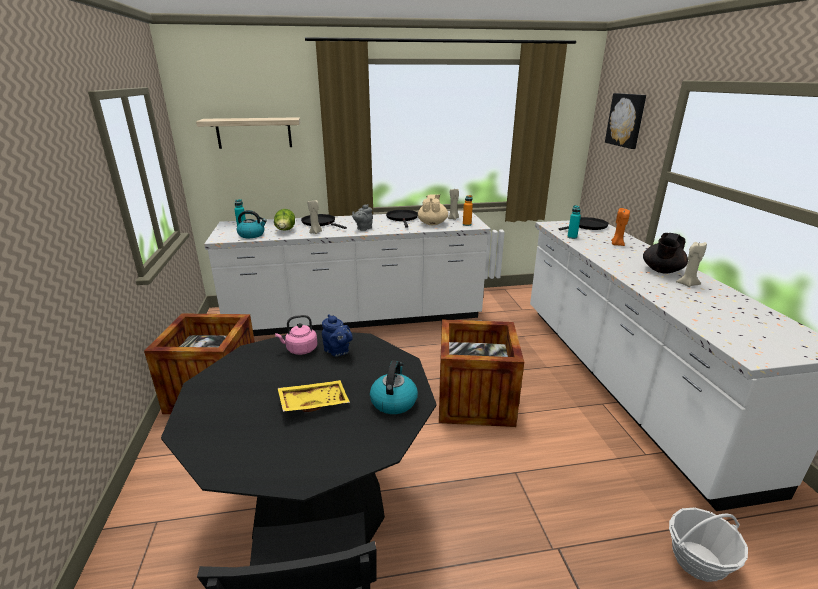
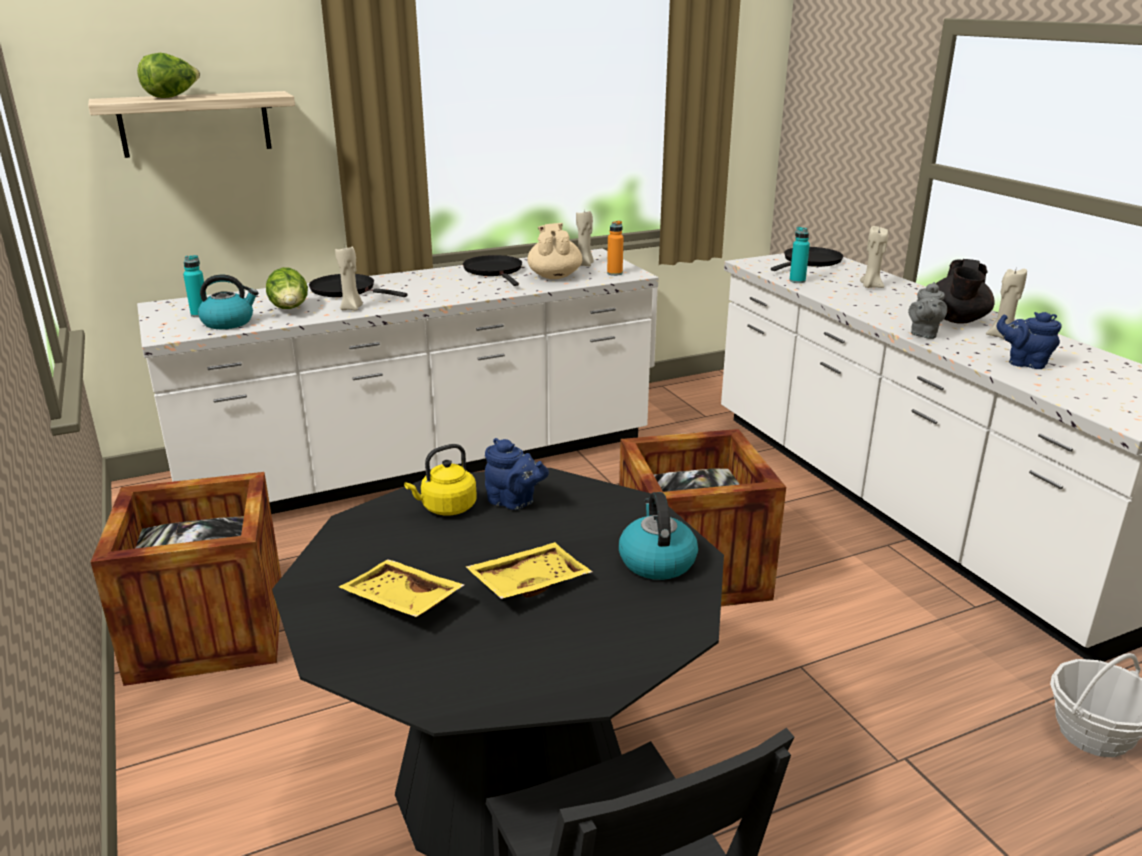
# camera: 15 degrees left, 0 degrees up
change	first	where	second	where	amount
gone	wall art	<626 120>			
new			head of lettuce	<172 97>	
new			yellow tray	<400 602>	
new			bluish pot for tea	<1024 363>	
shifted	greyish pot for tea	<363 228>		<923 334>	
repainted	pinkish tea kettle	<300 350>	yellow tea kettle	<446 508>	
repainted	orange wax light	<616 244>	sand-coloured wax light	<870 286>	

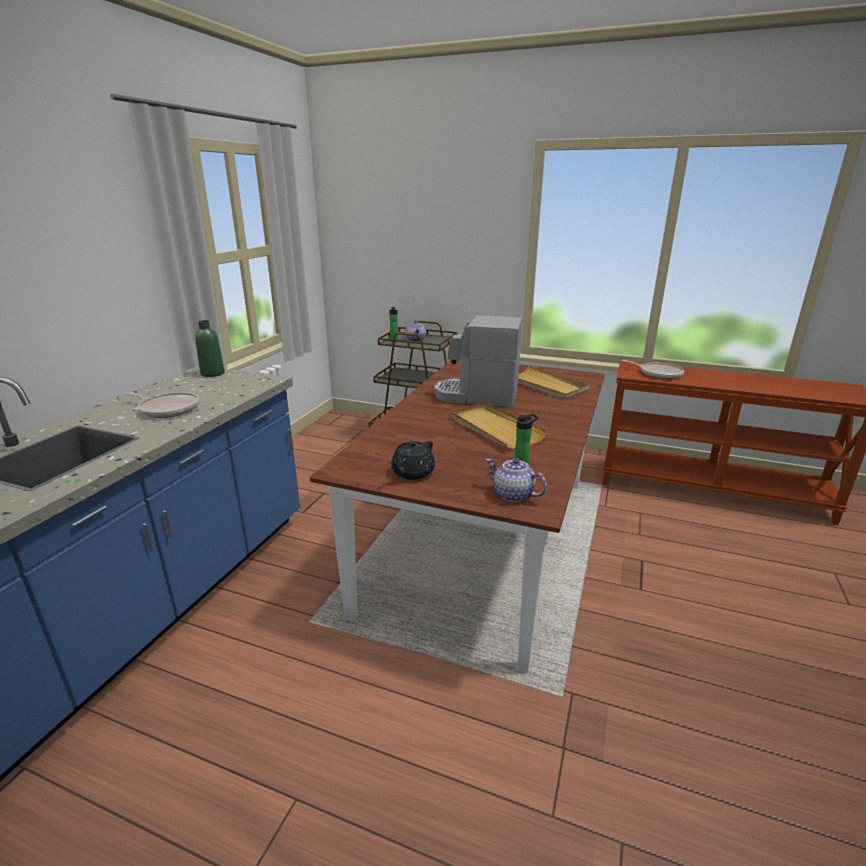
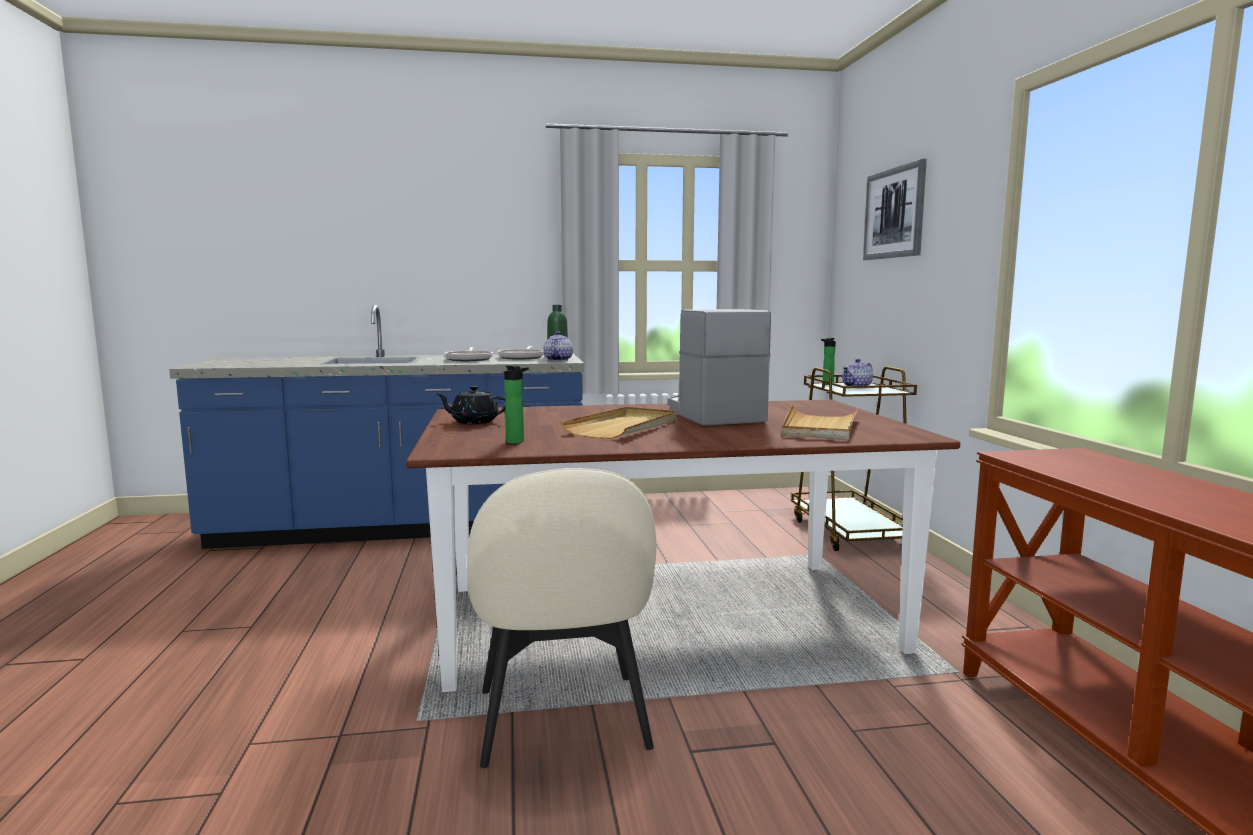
# camera: 60 degrees right, 15 degrees down
change	first	where	second	where	amount
new			sand-coloured chair	<562 722>	
new			wall art	<894 213>	
shifted	pot for tea	<512 495>		<557 360>	
shifted	frying pan	<658 373>		<522 357>	

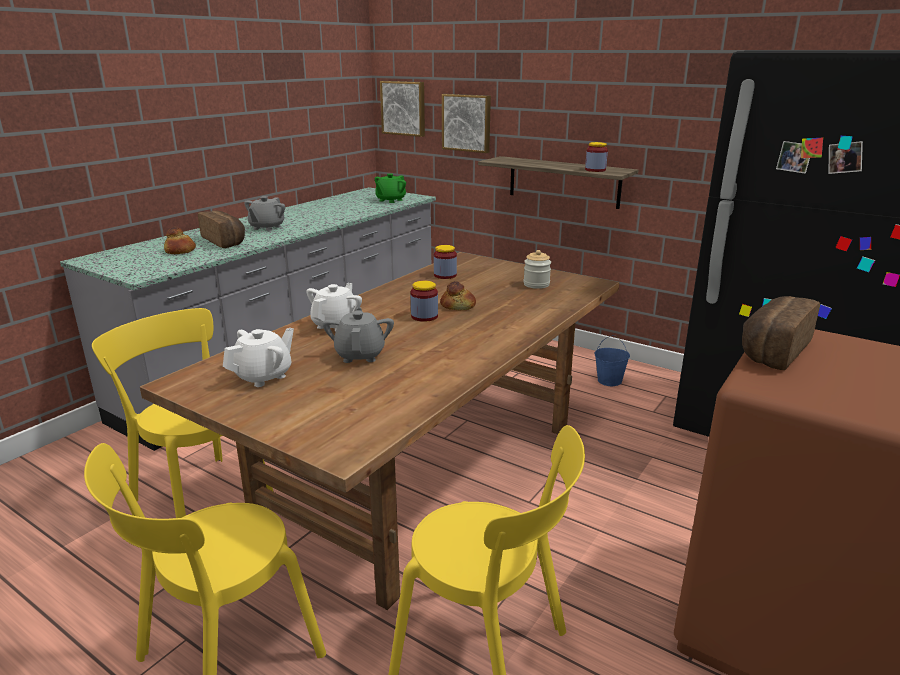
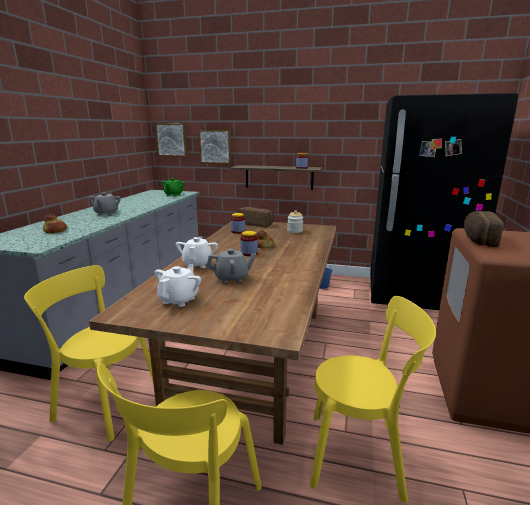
# camera: 20 degrees left, 5 degrees down
change	first	where	second	where	amount
shifted	bread	<225 241>		<256 224>	
rotated	greyish pot for tea	<360 355>		<232 278>	105 degrees clockwise

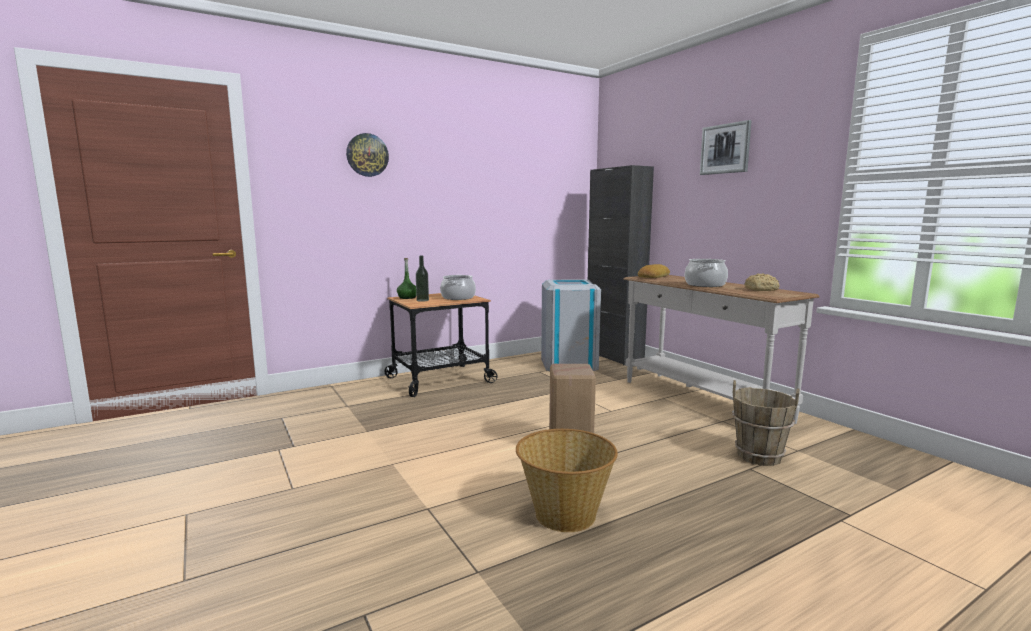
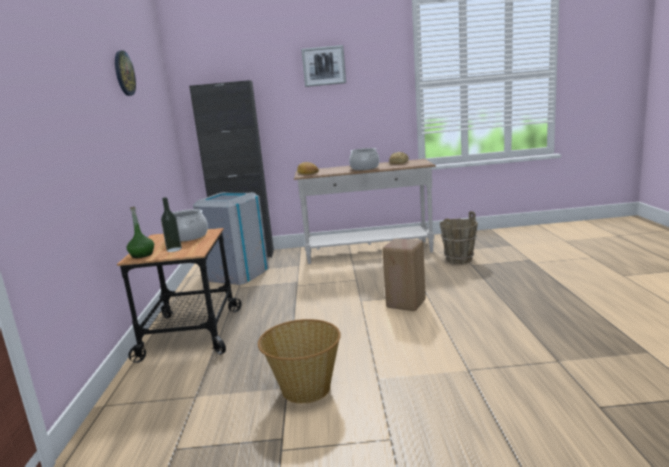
# camera: 60 degrees left, 5 degrees up
change	first	where	second	where	amount
shifted	hanging clock	<367 155>		<124 73>	
shifted	household basket	<564 514>		<305 388>	

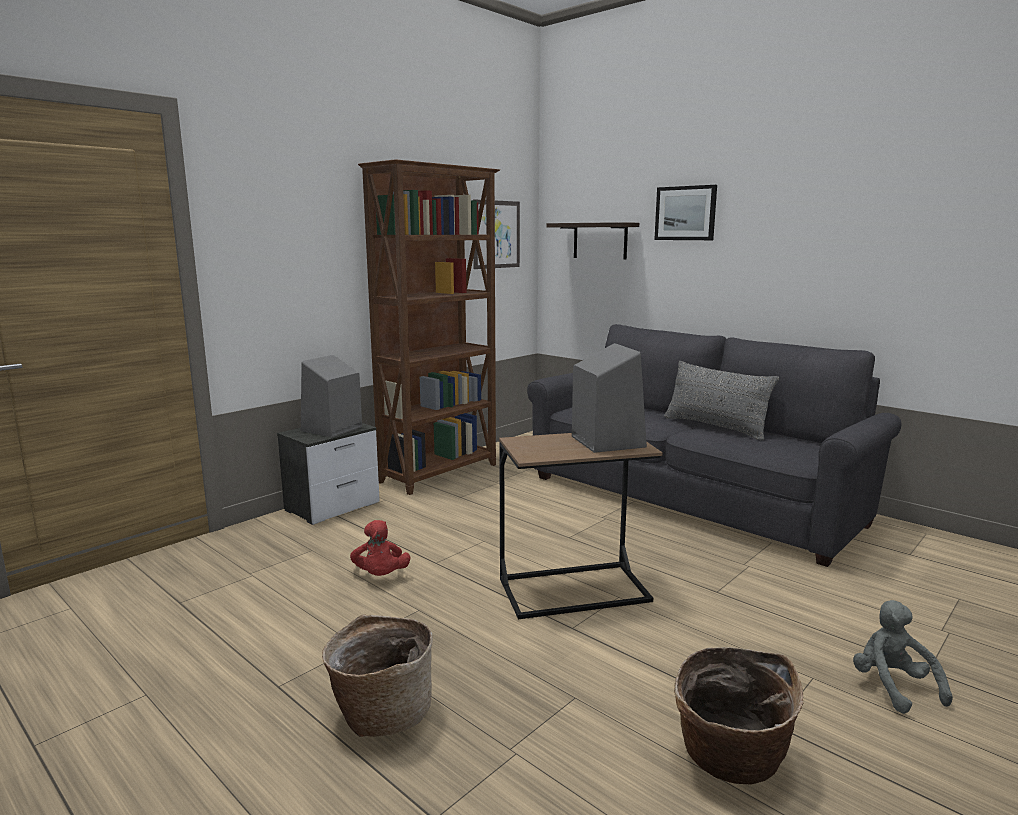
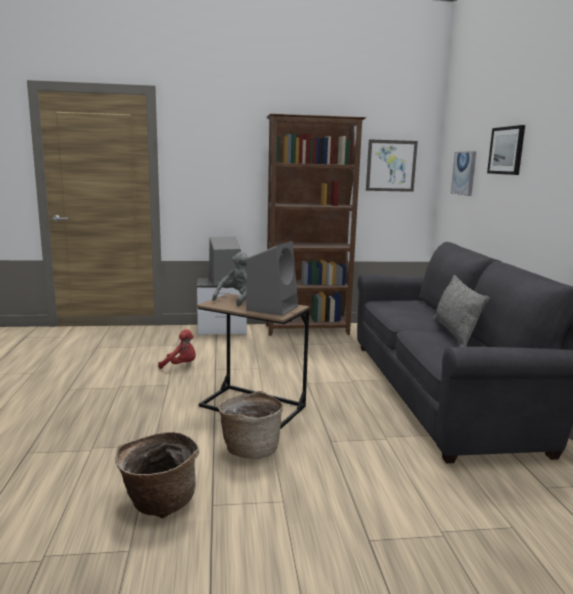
# camera: 40 degrees right, 0 degrees up
change	first	where	second	where	amount
shifted	household basket	<381 713>		<250 448>	
shifted	greyish soft toy	<892 686>		<236 299>	
swapped	bracket shelf	<600 241>	wall art	<464 173>	
rotated	red soft toy	<380 576>		<181 365>	105 degrees counterclockwise

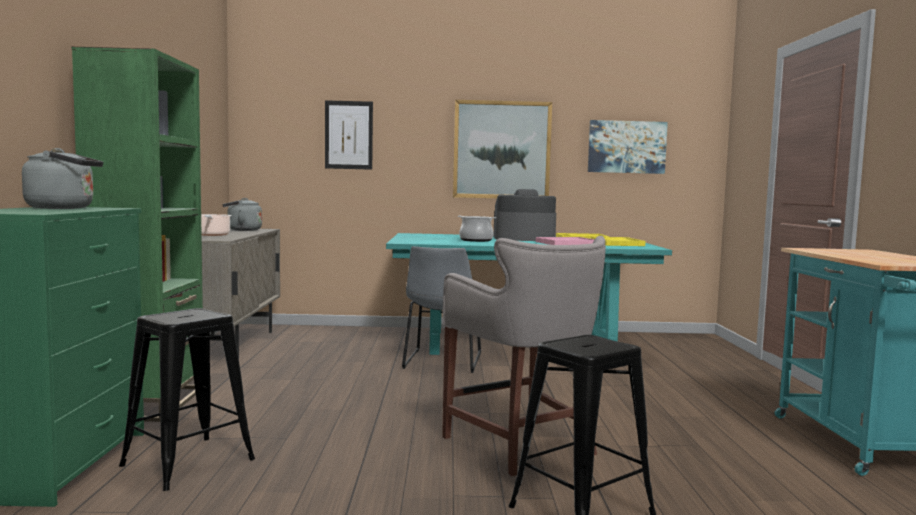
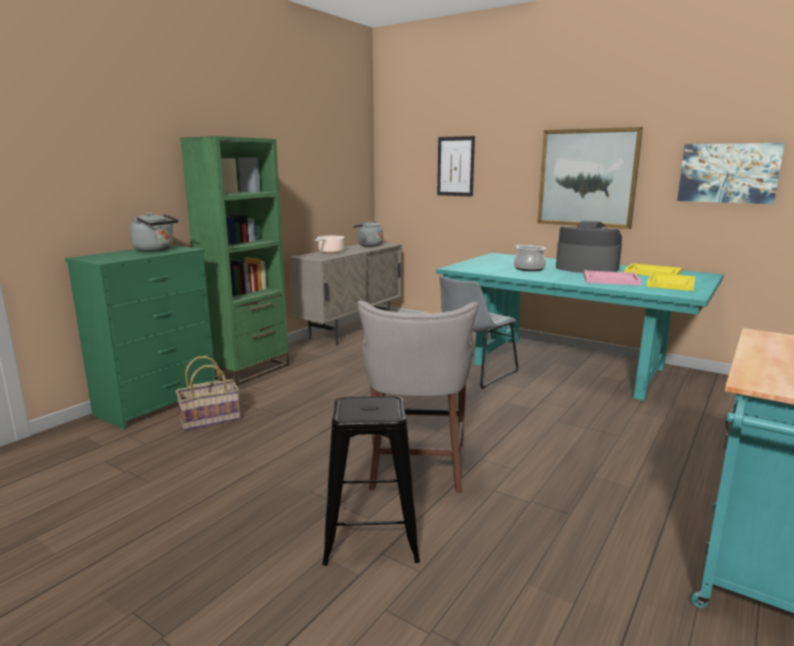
# camera: 35 degrees right, 10 degrees up
change	first	where	second	where	amount
swapped	black-coloured stool	<188 462>	household basket	<210 419>	

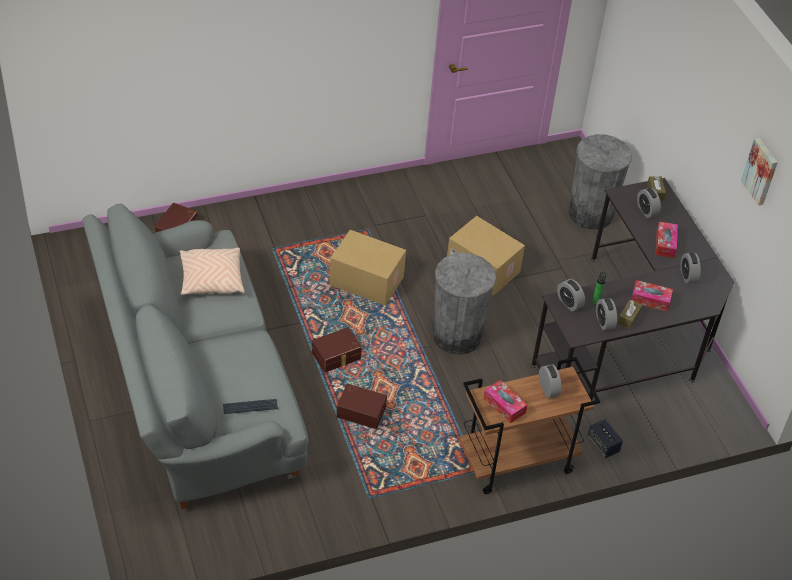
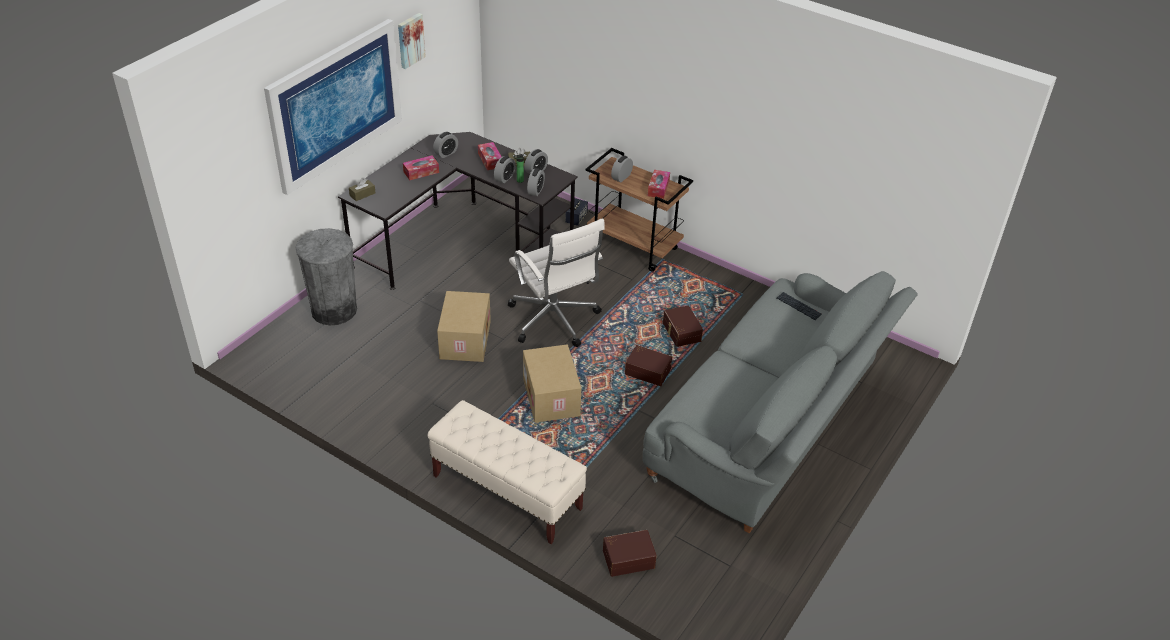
# camera: 125 degrees left, 5 degrees down
change	first	where	second	where	amount
gone	sand-coloured throw pillow	<211 279>			
new			wall art	<336 104>	
new			sand-coloured bench	<506 492>	
shifted	alarm clock	<646 211>		<504 178>	
swapped	greyish rubbish bin	<457 336>	whitish office chair	<554 321>	

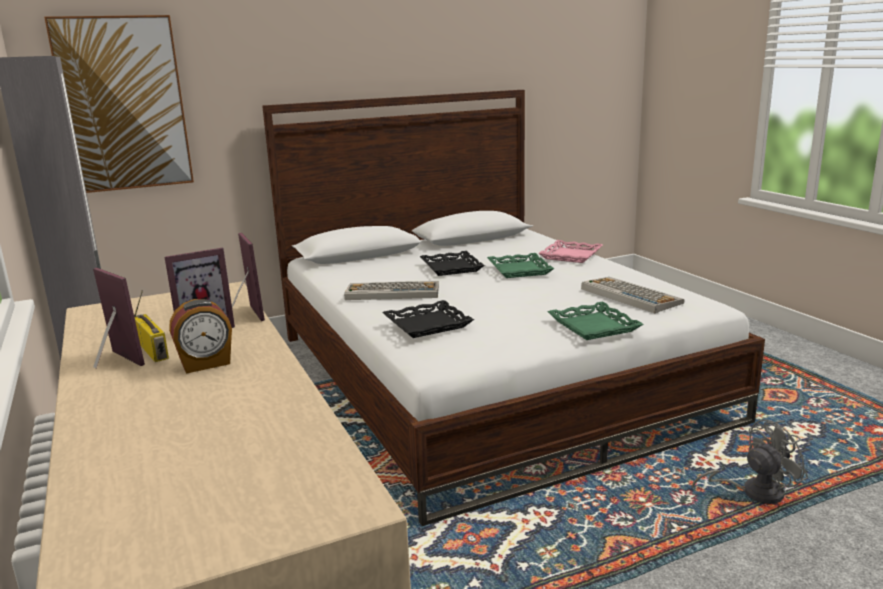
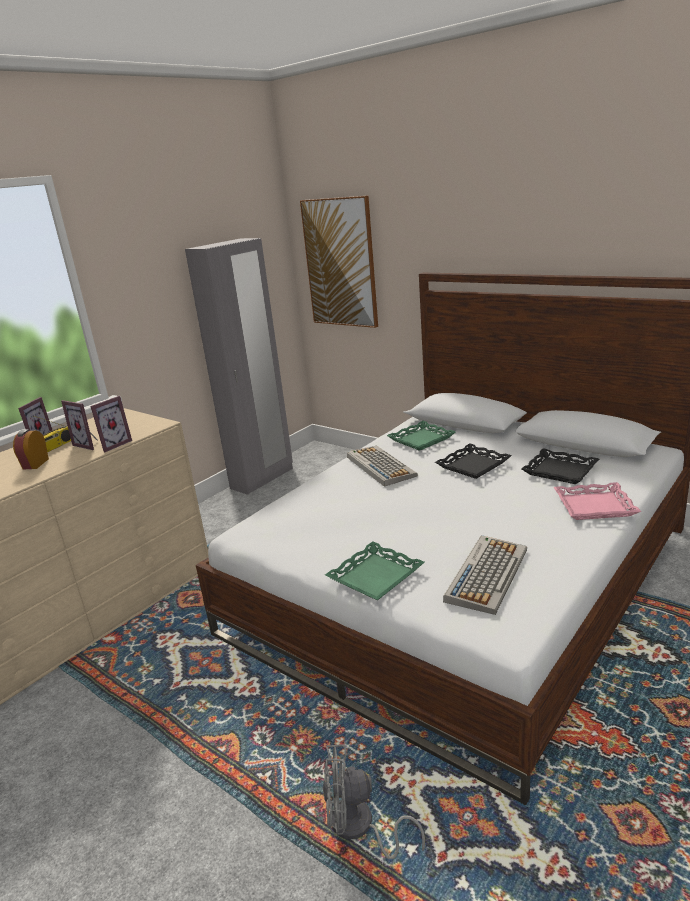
# camera: 65 degrees right, 5 degrees up
change	first	where	second	where	amount
shifted	black-coloured tray	<427 324>		<560 470>	
shifted	green tray	<520 270>		<421 440>	
rotated	alarm clock	<206 364>		<35 464>	60 degrees clockwise
rotated	greyish fan	<753 492>		<359 828>	135 degrees clockwise

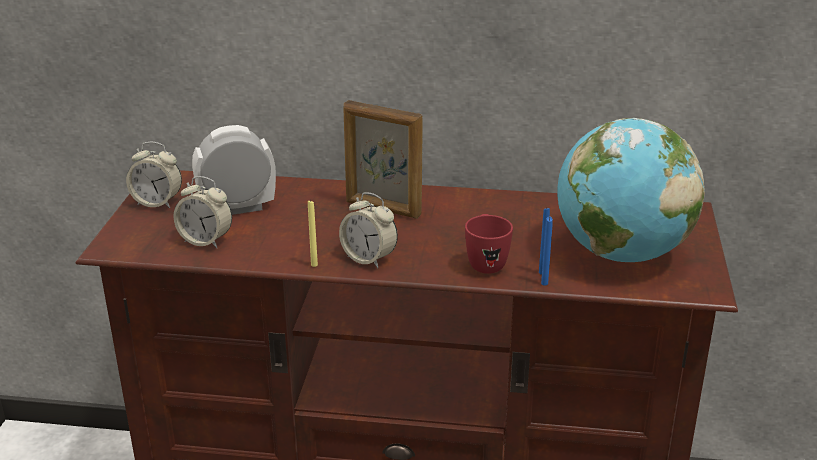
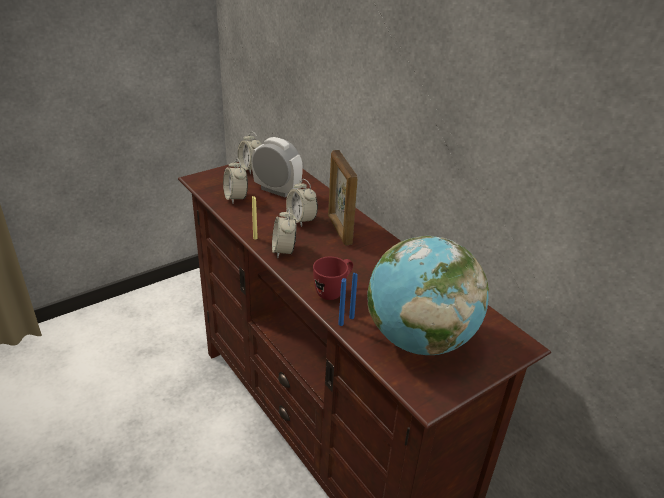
# camera: 45 degrees right, 5 degrees up
change	first	where	second	where	amount
new			alarm clock	<301 220>	

